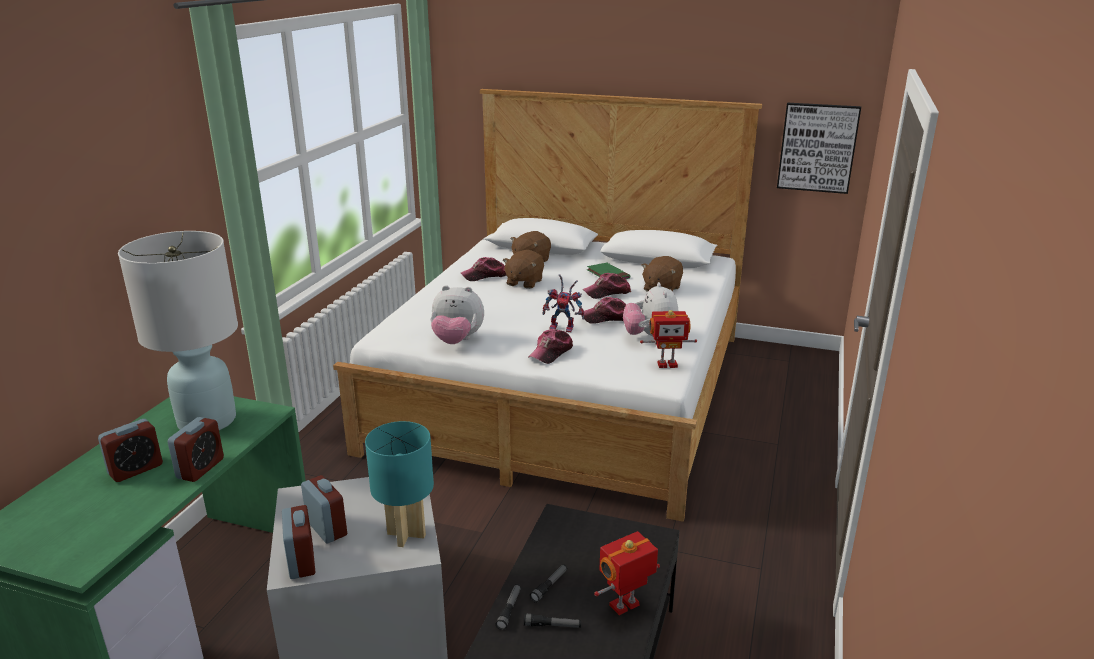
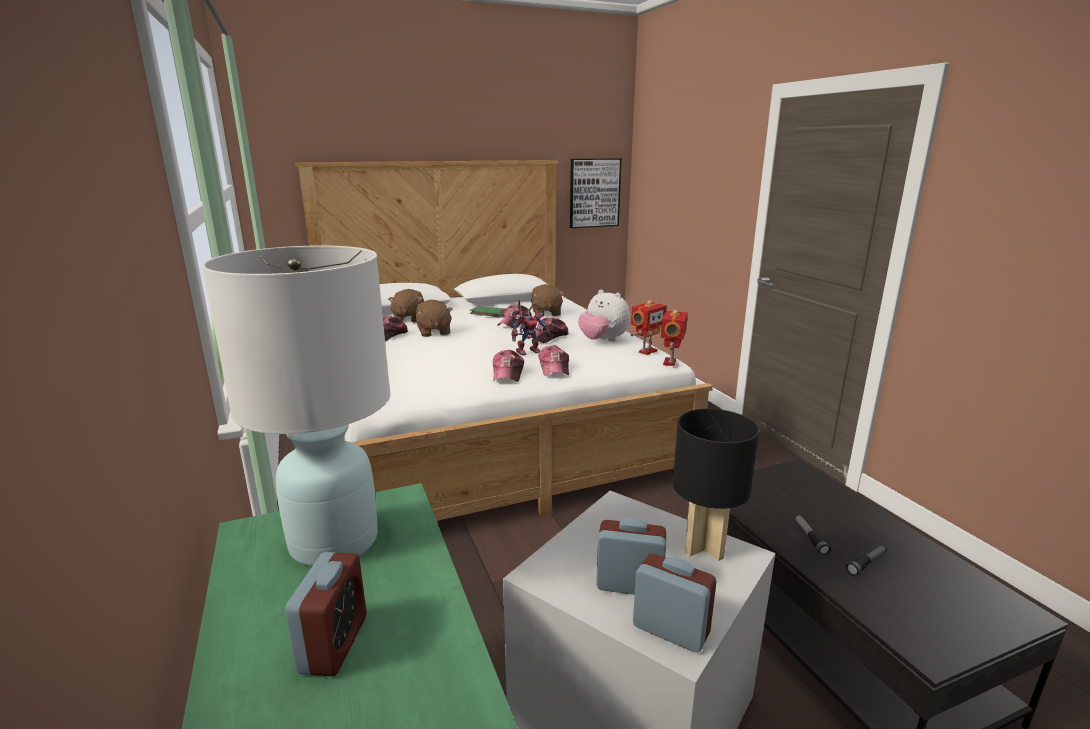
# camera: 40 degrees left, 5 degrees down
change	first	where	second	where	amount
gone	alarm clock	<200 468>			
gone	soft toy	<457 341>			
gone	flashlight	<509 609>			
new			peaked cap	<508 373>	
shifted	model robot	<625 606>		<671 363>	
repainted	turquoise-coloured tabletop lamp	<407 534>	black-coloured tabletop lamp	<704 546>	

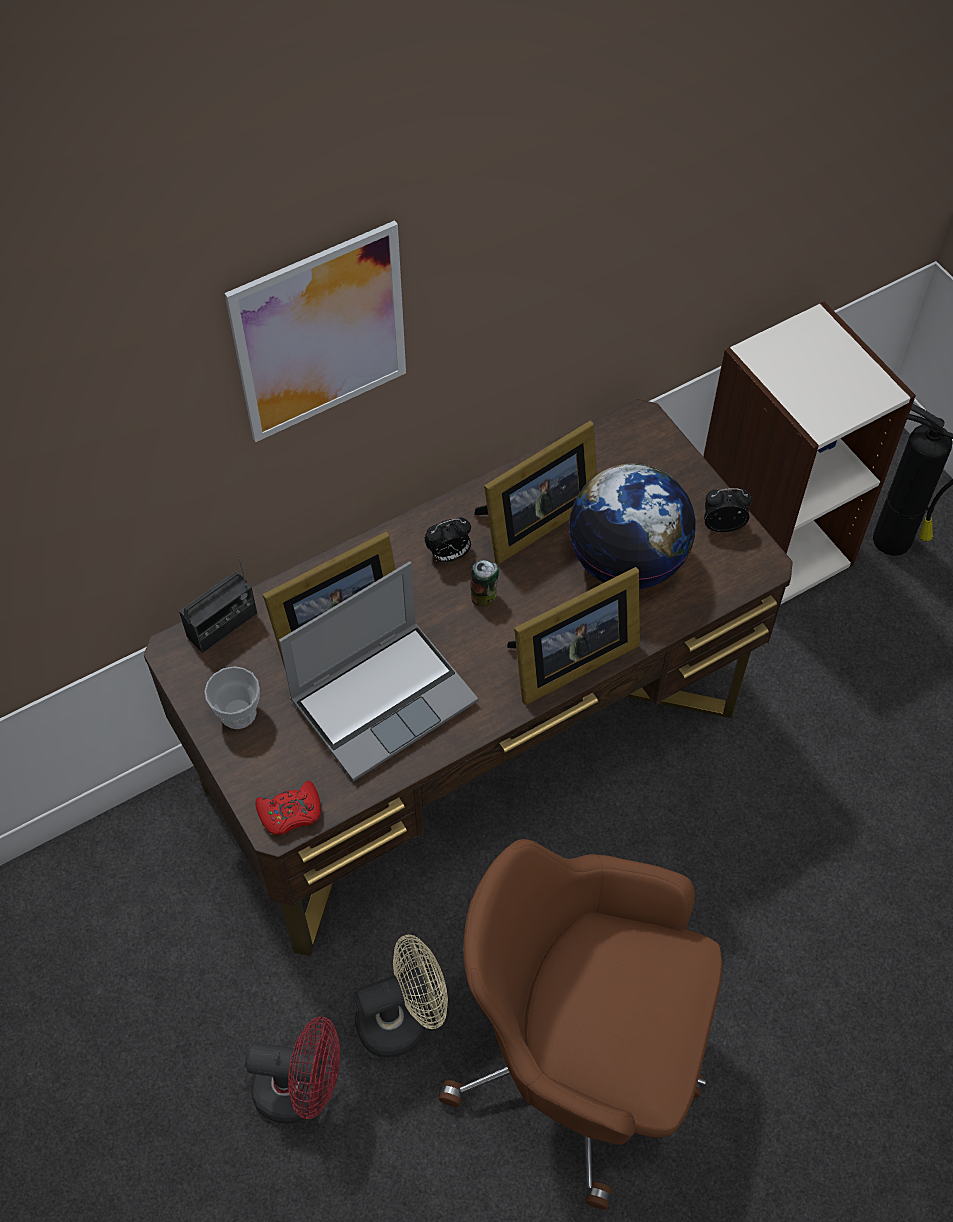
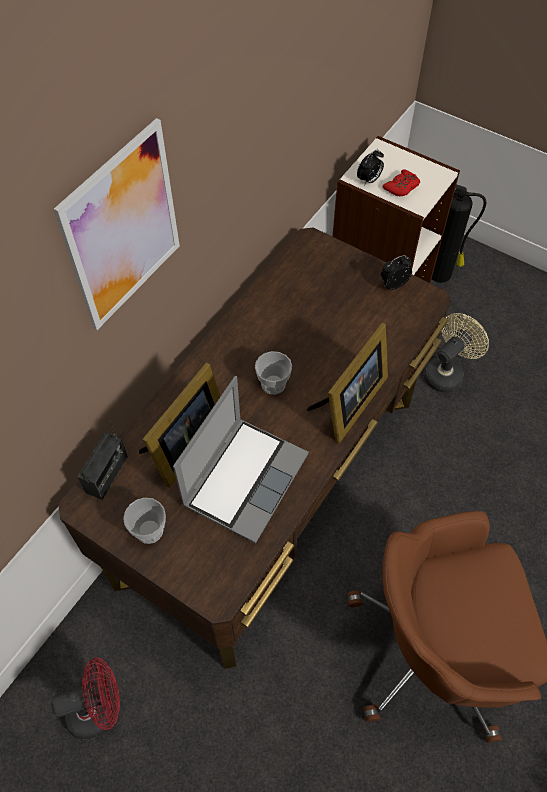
# camera: 25 degrees left, 0 degrees up
change	first	where	second	where	amount
gone	photo frame	<533 522>			
gone	desk globe	<627 561>			
shifted	red fan	<301 1089>		<98 709>	
shifted	red joypad	<290 812>		<401 187>	
shifted	sand-coloured fan	<403 1018>		<447 372>	
shifted	alarm clock	<449 555>		<369 180>	
swapped	sealed can	<484 596>	cup	<273 384>	

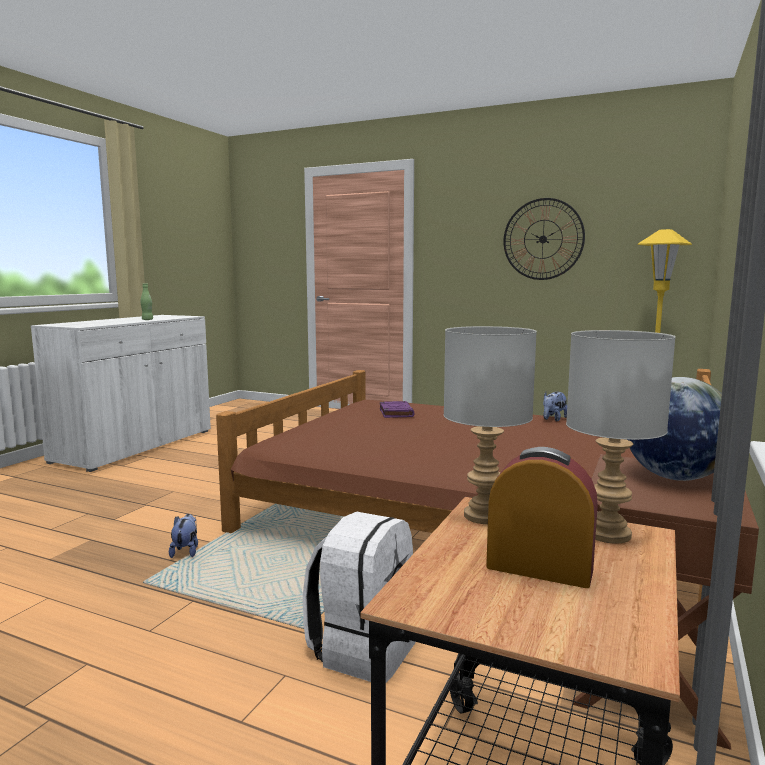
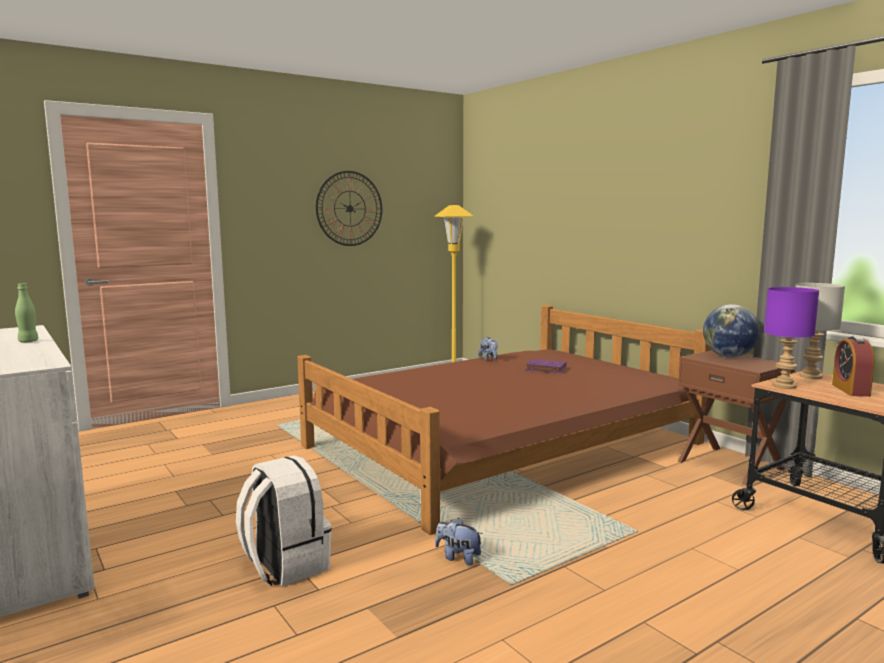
# camera: 60 degrees left, 0 degrees up
change	first	where	second	where	amount
shifted	whitish backpack	<364 648>		<284 565>	
shifted	purplish book	<395 412>		<545 369>	
repainted	greyish tabletop lamp	<484 515>	purplish tabletop lamp	<783 386>	
rotated	alarm clock	<539 568>		<850 390>	45 degrees counterclockwise

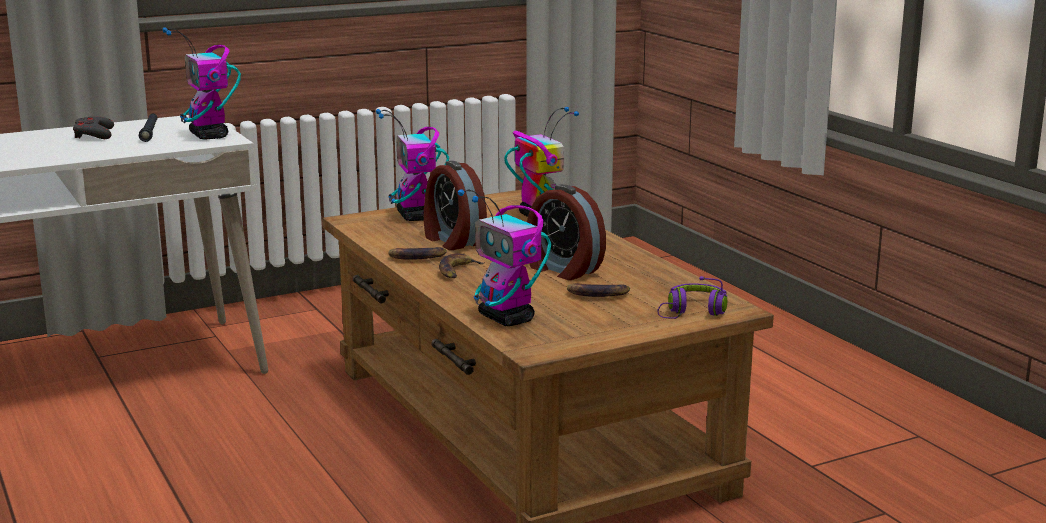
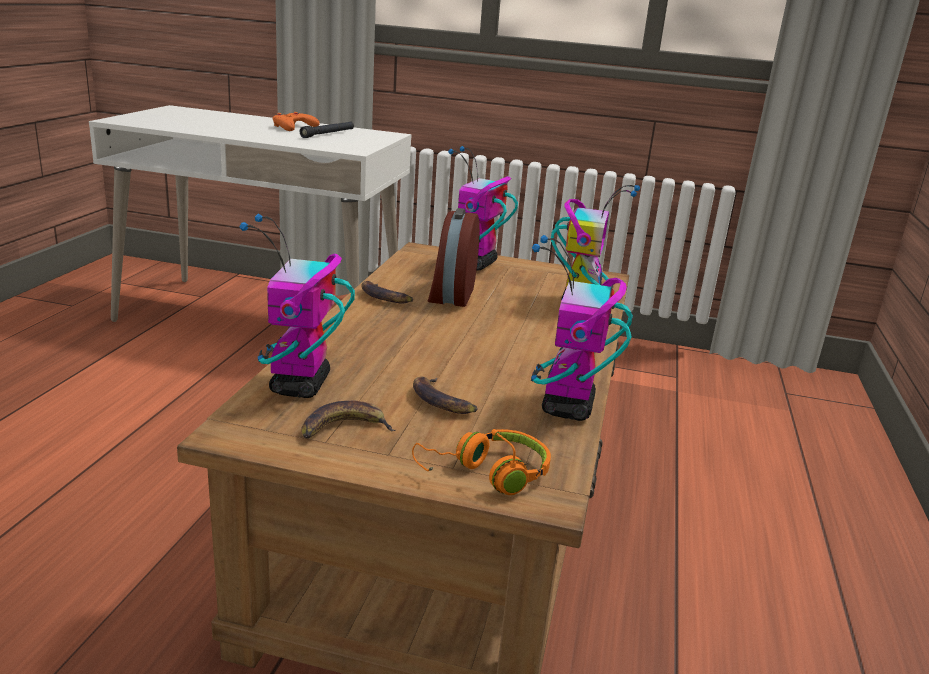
# camera: 40 degrees right, 5 degrees up
change	first	where	second	where	amount
gone	alarm clock	<562 269>			
shifted	model robot	<209 136>		<568 407>	
shifted	whole banana	<457 271>		<343 428>	
repainted	greyish joypad	<94 134>	orange joypad	<294 127>	
repainted	purplish headphones	<692 312>	orange headphones	<487 474>	

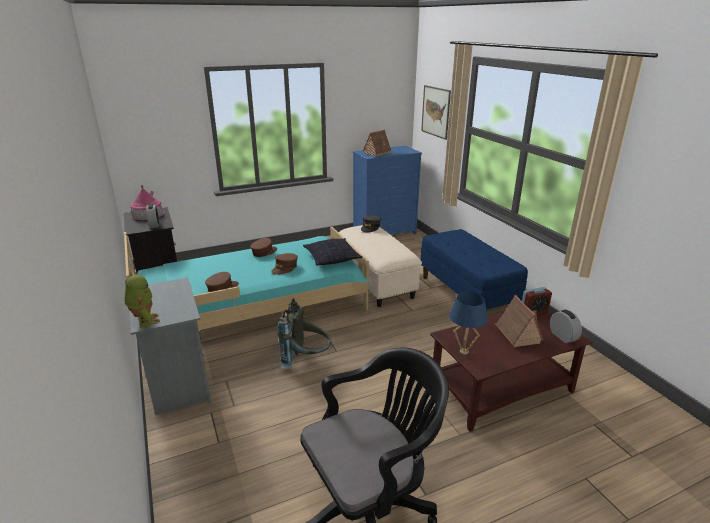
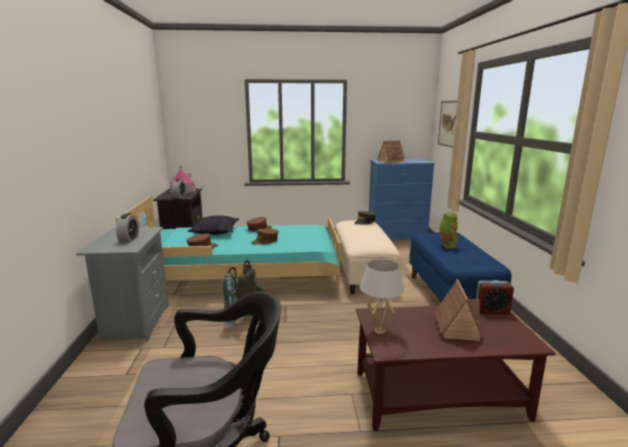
# camera: 20 degrees right, 10 degrees down
change	first	where	second	where	amount
shifted	model robot	<144 321>		<446 245>	
shifted	throw pillow	<331 259>		<215 232>	
shifted	alarm clock	<563 336>		<129 239>	
repainted	bluish tabletop lamp	<463 351>	whitish tabletop lamp	<379 331>	

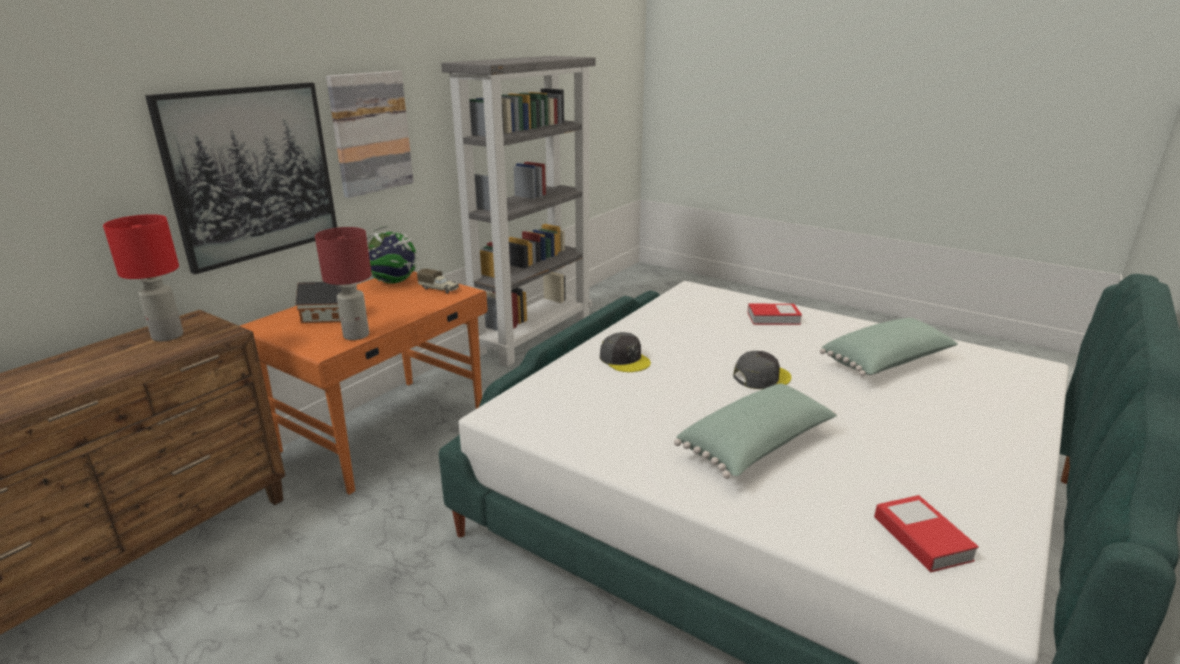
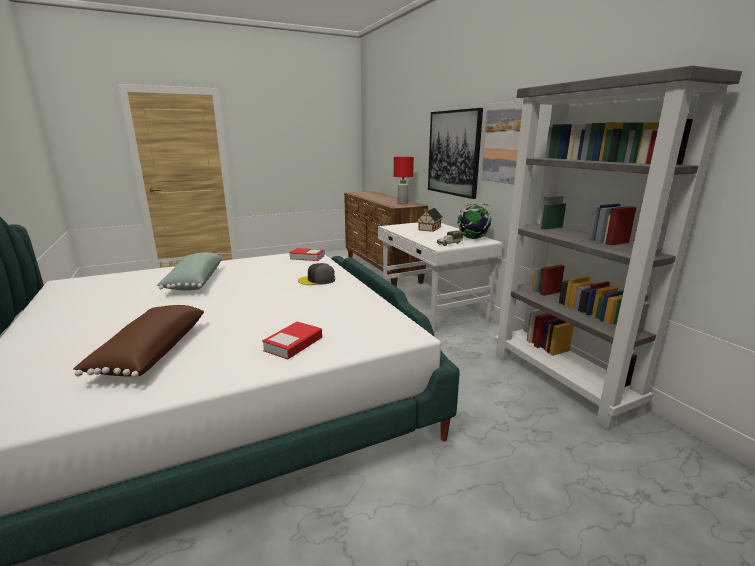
# camera: 120 degrees right, 5 degrees down
change	first	where	second	where	amount
gone	red tabletop lamp	<357 335>			
gone	greyish peaked cap	<761 377>			
shifted	book	<922 539>		<307 257>	
repainted	orange desk unit	<386 431>	whitish desk unit	<432 309>	
repainted	green throw pillow	<887 363>	brown throw pillow	<150 353>	

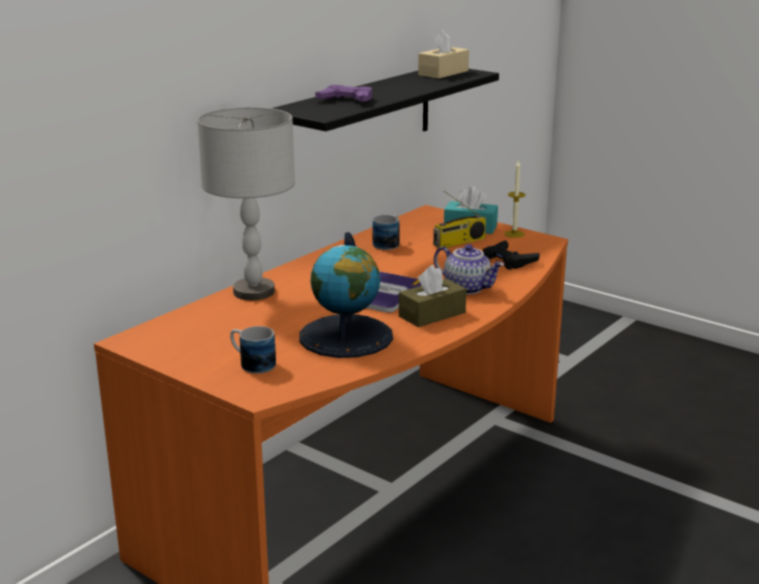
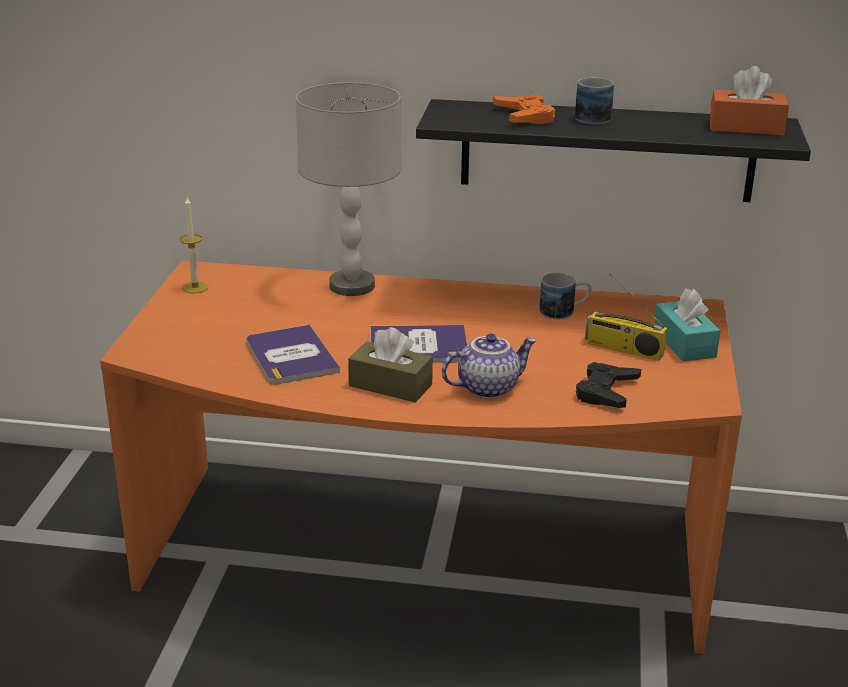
# camera: 60 degrees right, 5 degrees up
change	first	where	second	where	amount
shifted	tea mug	<252 364>		<592 116>	
shifted	wax light	<514 234>		<195 287>	
swapped	desk globe	<346 336>	book	<291 356>	
repainted	purplish joypad	<346 100>	orange joypad	<524 116>	
repainted	sand-coloured tissue holder	<443 73>	orange tissue holder	<746 127>	
rotated	pot for tea	<468 288>		<488 387>	120 degrees counterclockwise

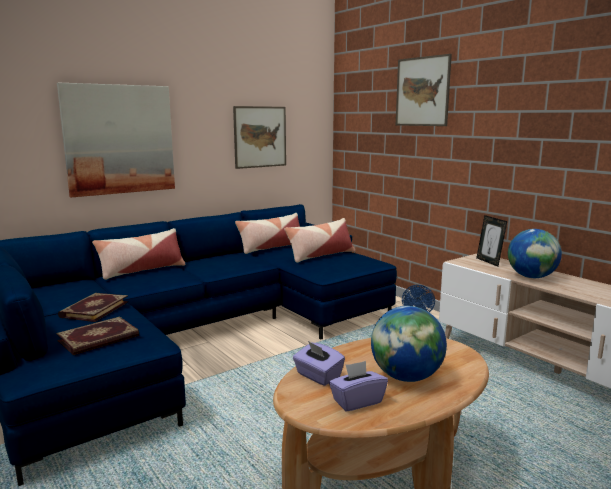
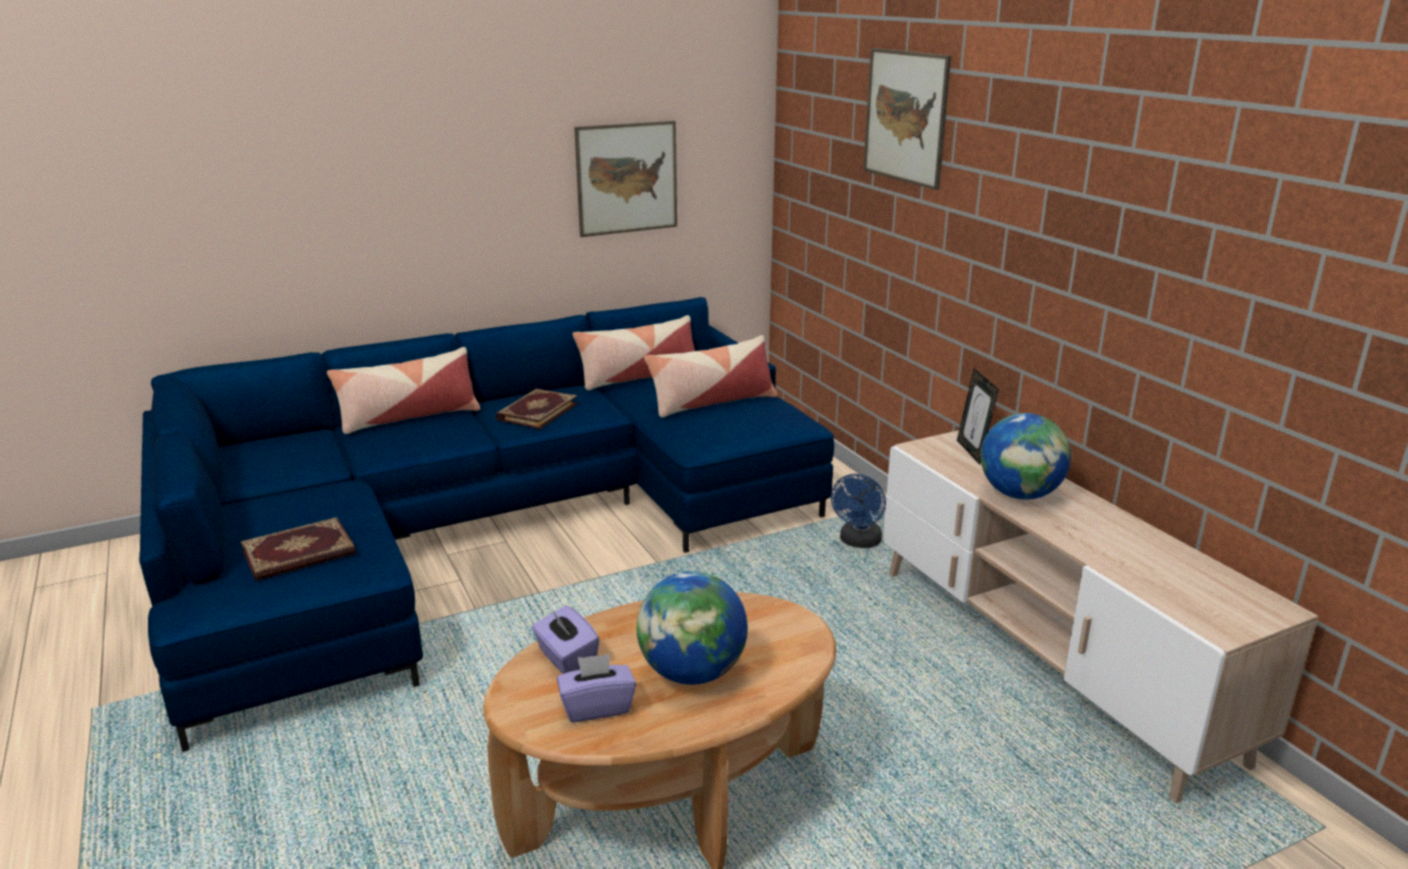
# camera: 10 degrees right, 10 degrees up
change	first	where	second	where	amount
gone	wall art	<119 139>			
shifted	book	<94 309>		<536 411>	

